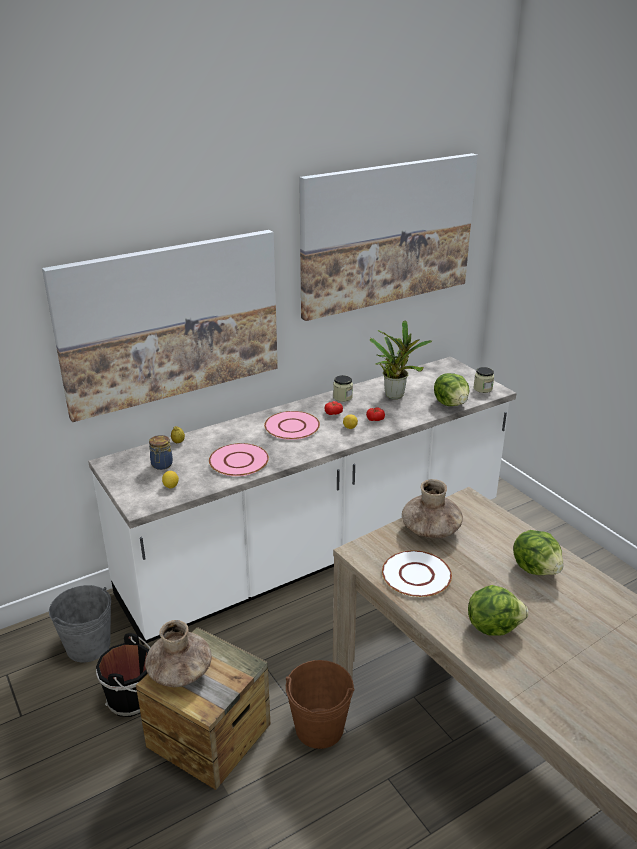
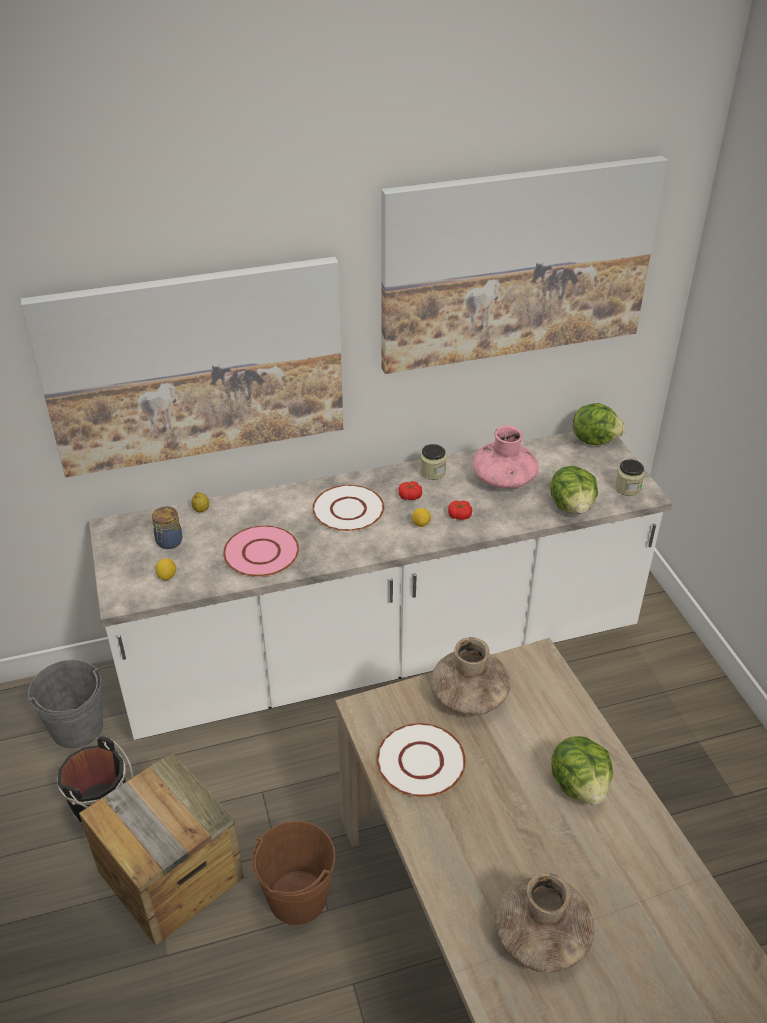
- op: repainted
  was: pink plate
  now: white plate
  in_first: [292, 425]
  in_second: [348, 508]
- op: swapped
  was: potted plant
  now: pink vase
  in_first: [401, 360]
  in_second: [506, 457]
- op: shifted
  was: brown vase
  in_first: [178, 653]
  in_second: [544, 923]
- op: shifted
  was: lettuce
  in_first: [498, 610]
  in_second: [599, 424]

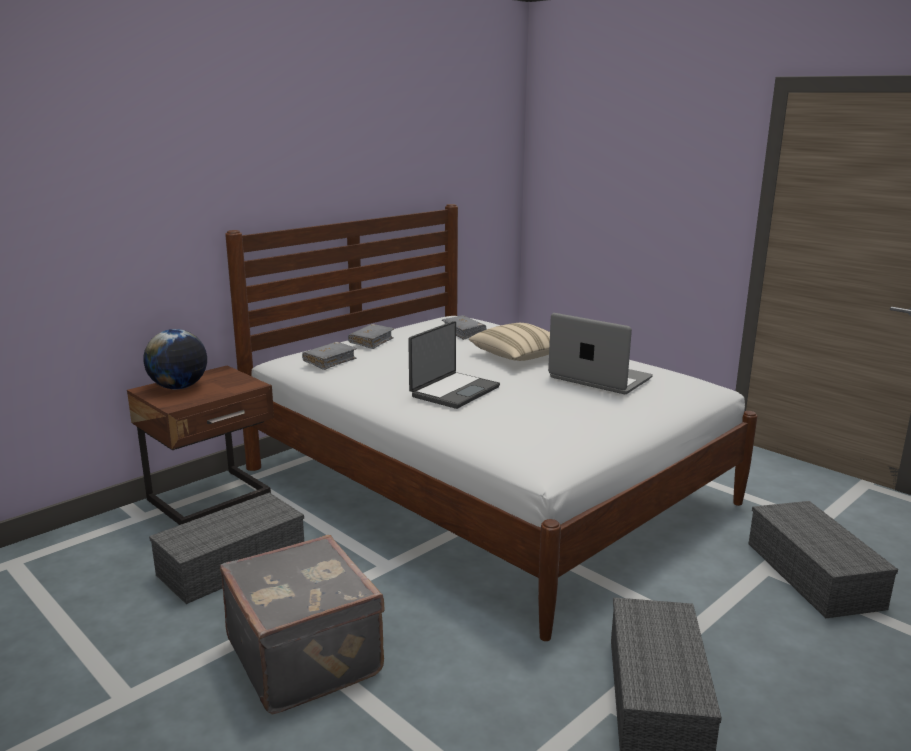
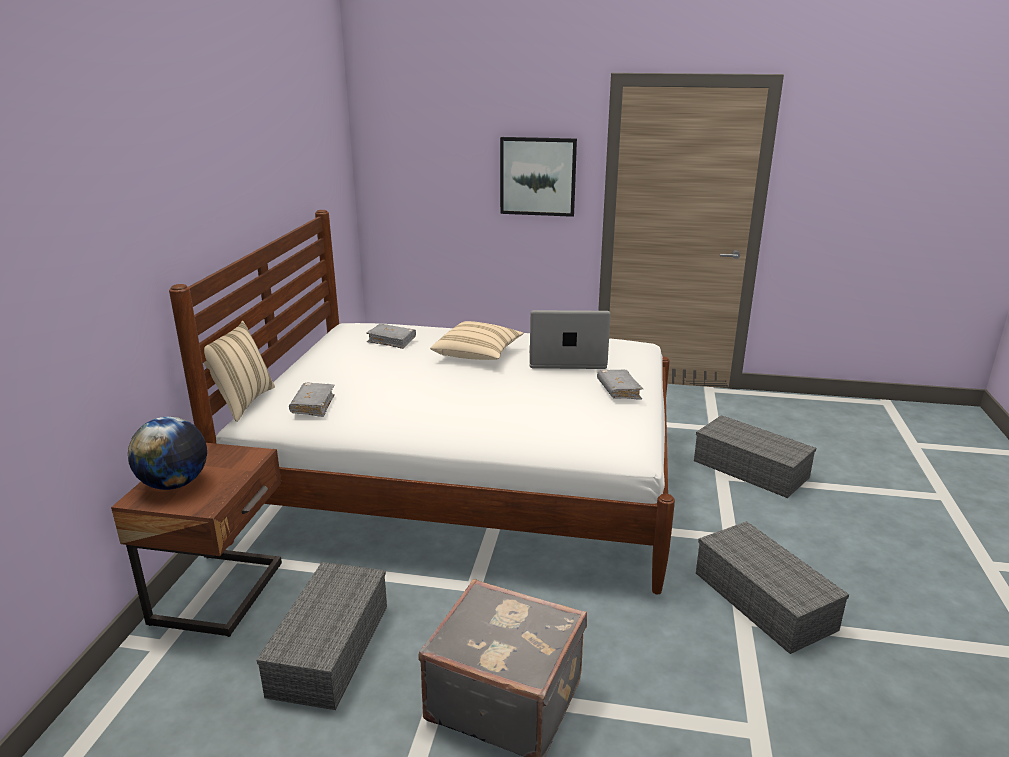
- op: new
  now: beige pillow
  in_second: [239, 371]
- op: new
  now: picture
  in_second: [538, 177]
- op: shifted
  was: grey book
  in_first: [371, 336]
  in_second: [620, 384]
- op: gone
  was: laptop
  in_first: [454, 365]

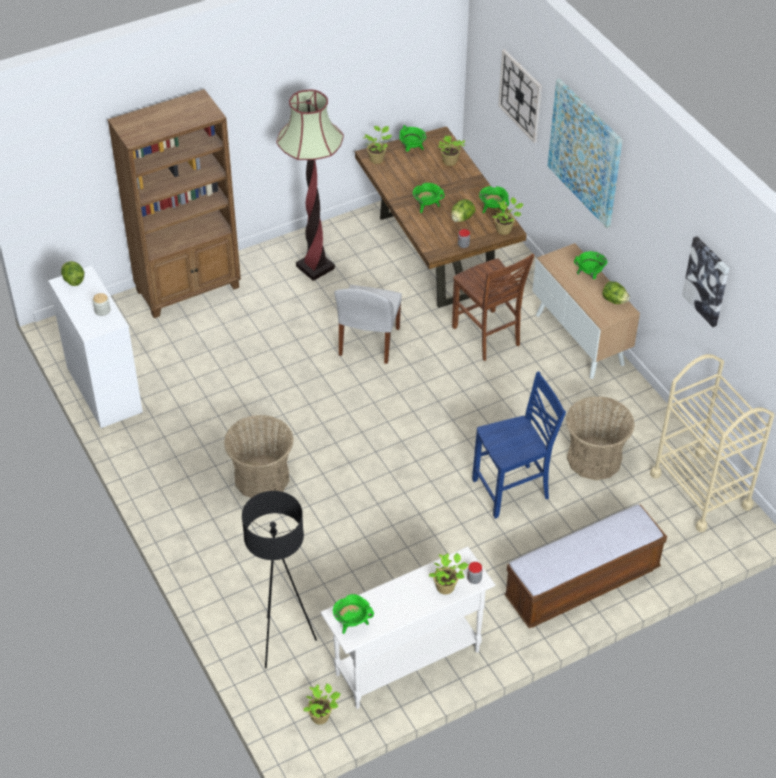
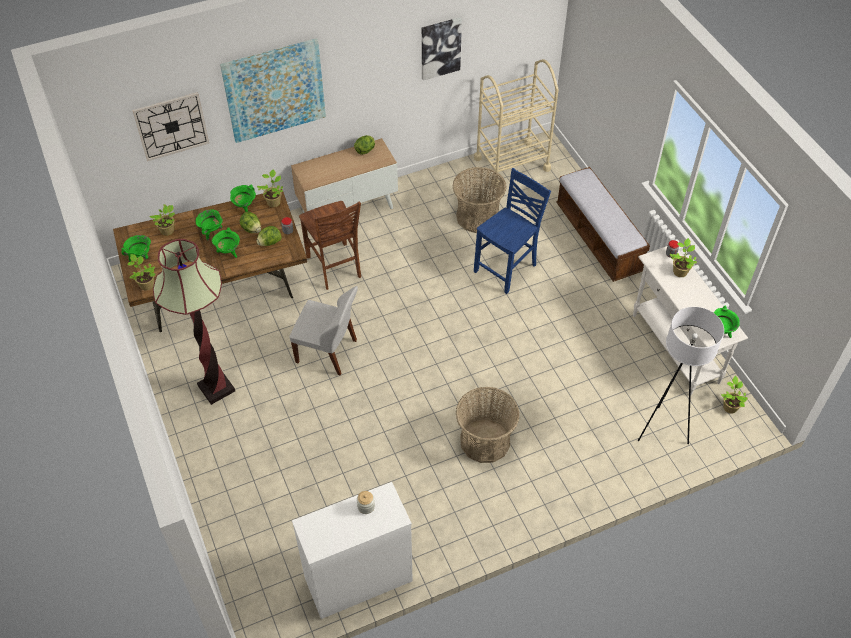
- op: shifted
  was: green cooking pot
  in_first: [590, 265]
  in_second: [209, 225]
- op: shifted
  was: lettuce
  in_first: [72, 273]
  in_second: [269, 236]
- op: rotated
  was: brown chair
  in_first: [493, 307]
  in_second: [330, 245]
  clockwise: 90
- op: rotated
  was: blue chair
  in_first: [519, 445]
  in_second: [512, 231]
  clockwise: 60
- op: repainted
  was: black floor lamp
  now: white floor lamp
  in_first: [279, 580]
  in_second: [681, 375]
- op: gone
  was: brown bookcase
  in_first: [174, 203]

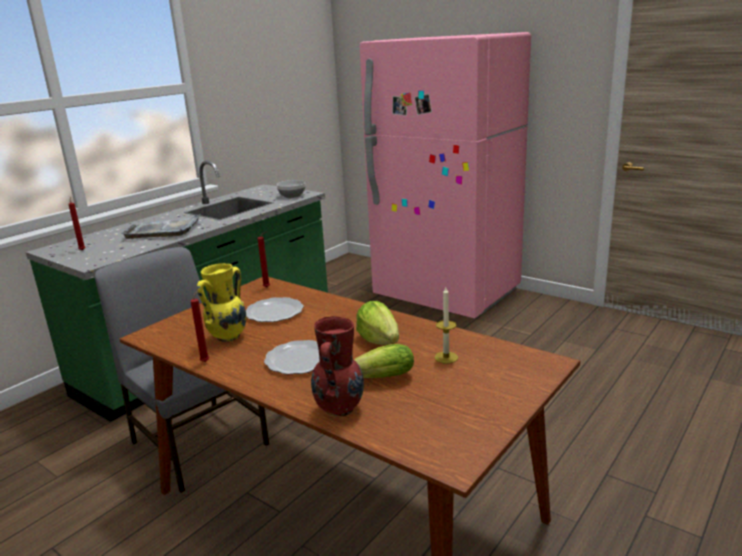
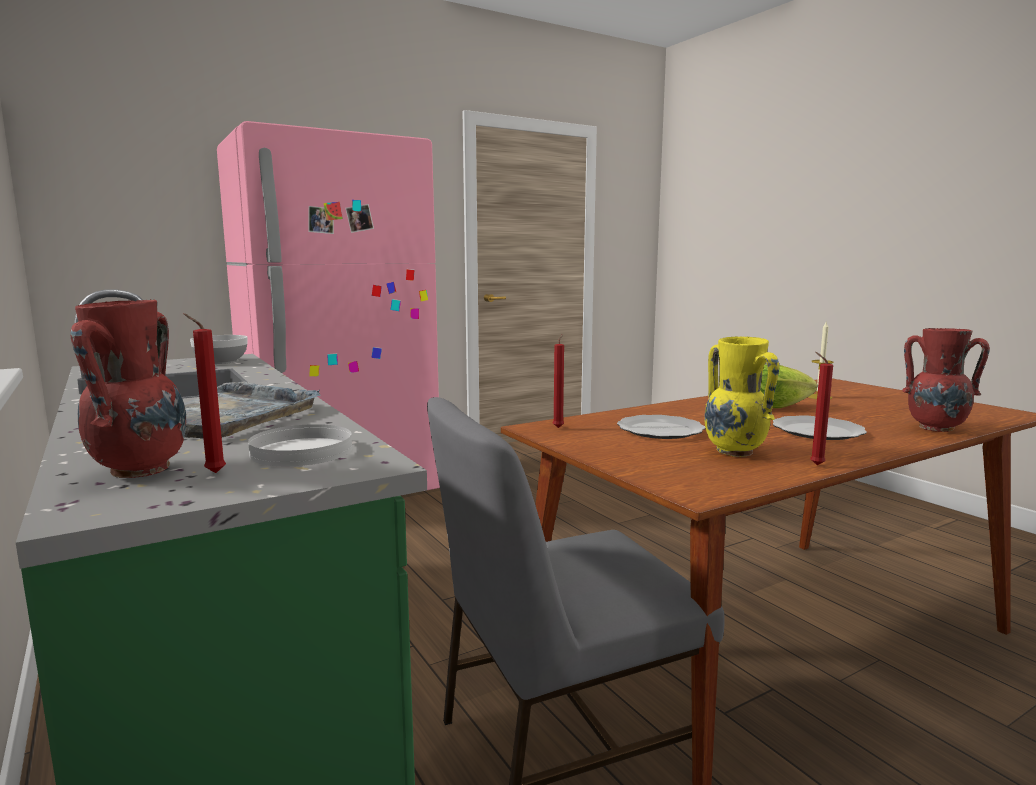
- op: new
  now: red vase
  in_second: [128, 389]
- op: new
  now: white plate
  in_second: [300, 445]
- op: gone
  was: lettuce
  in_first: [384, 361]

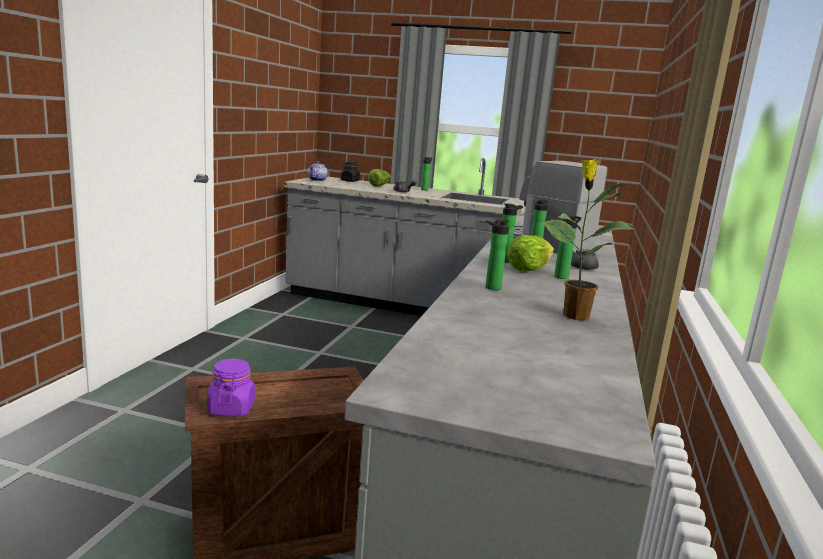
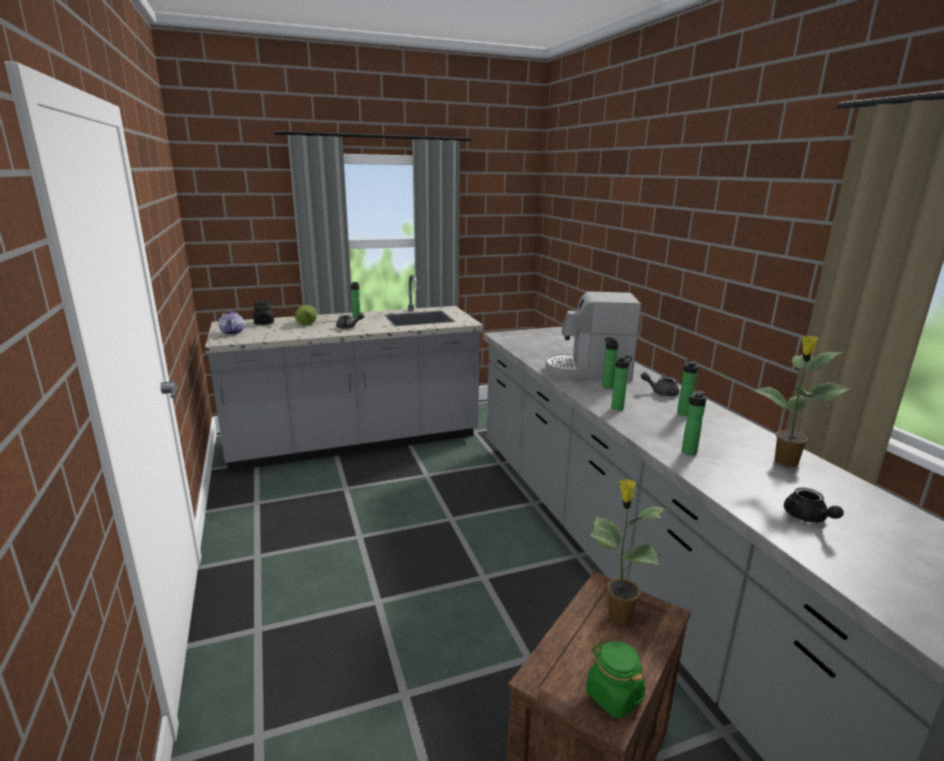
- op: repainted
  was: purple jar
  now: green jar
  in_first: [231, 387]
  in_second: [615, 679]
- op: new
  now: potted plant
  in_second: [630, 552]
- op: new
  now: black teapot
  in_second: [814, 505]
- op: gone
  was: lettuce
  in_first: [530, 253]

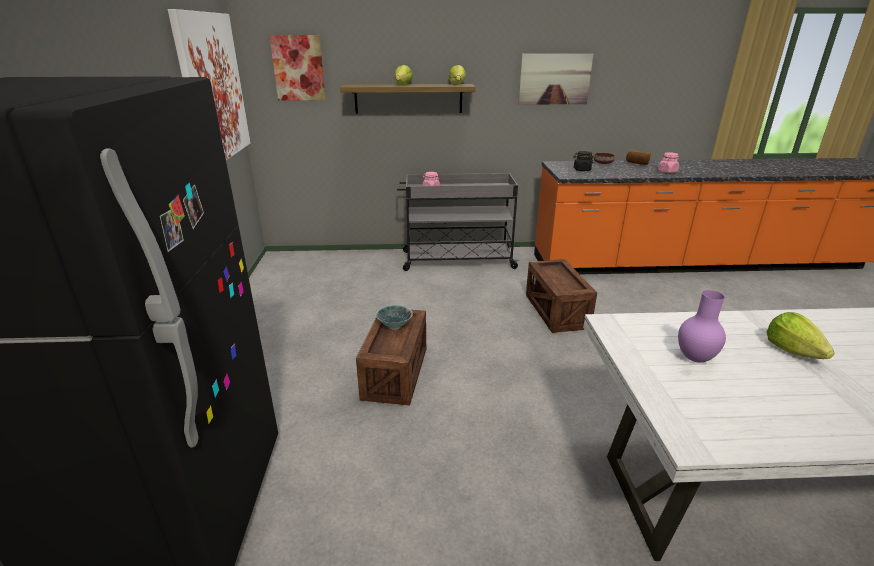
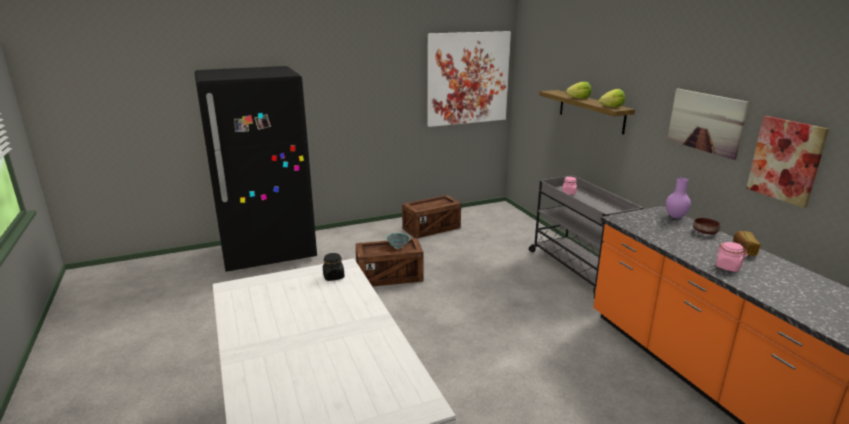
- op: shifted
  was: black jar
  in_first: [583, 161]
  in_second: [334, 267]
- op: shifted
  was: crate
  in_first: [561, 296]
  in_second: [431, 216]
- op: shifted
  was: purple vase
  in_first: [702, 326]
  in_second: [678, 198]
- op: shifted
  was: picture
  in_first: [297, 68]
  in_second: [788, 162]
- op: gone
  was: lettuce
  in_first: [800, 335]

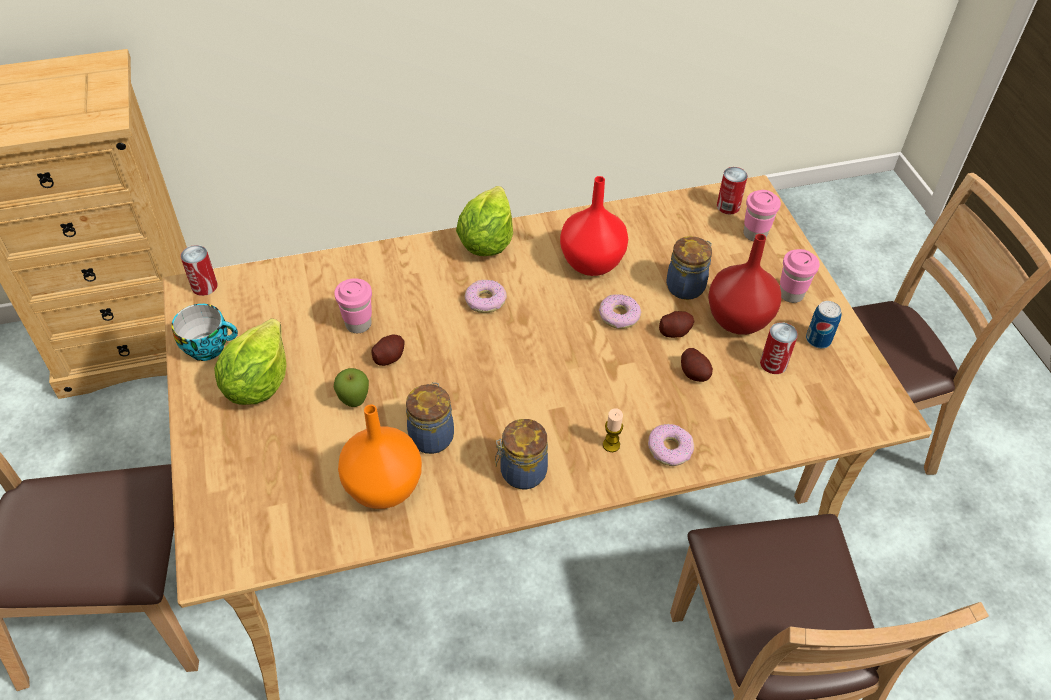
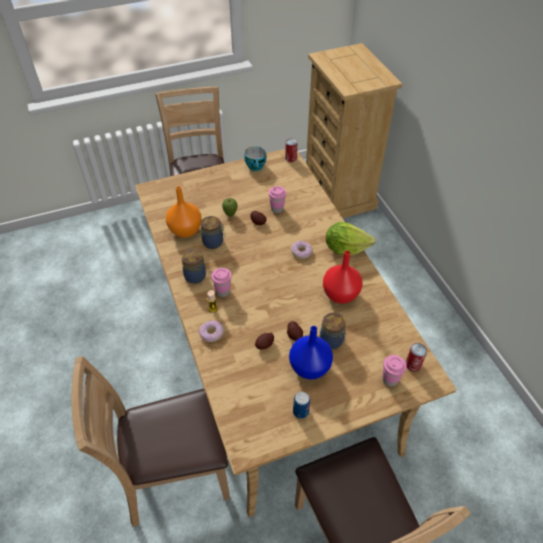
- op: shifted
  was: pink cup
  in_first: [800, 276]
  in_second: [221, 282]
- op: repainted
  was: red vase
  now: blue vase
  in_first: [744, 284]
  in_second: [311, 353]
- op: gone
  was: lettuce
  in_first: [250, 361]
- op: gone
  was: donut
  in_first: [620, 311]
- op: gone
  was: can
  in_first: [779, 348]

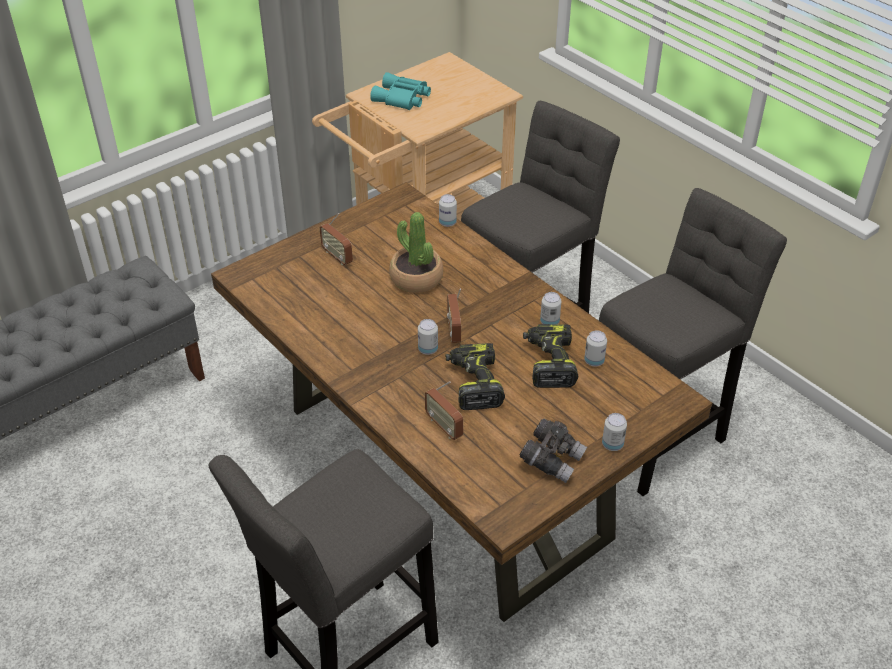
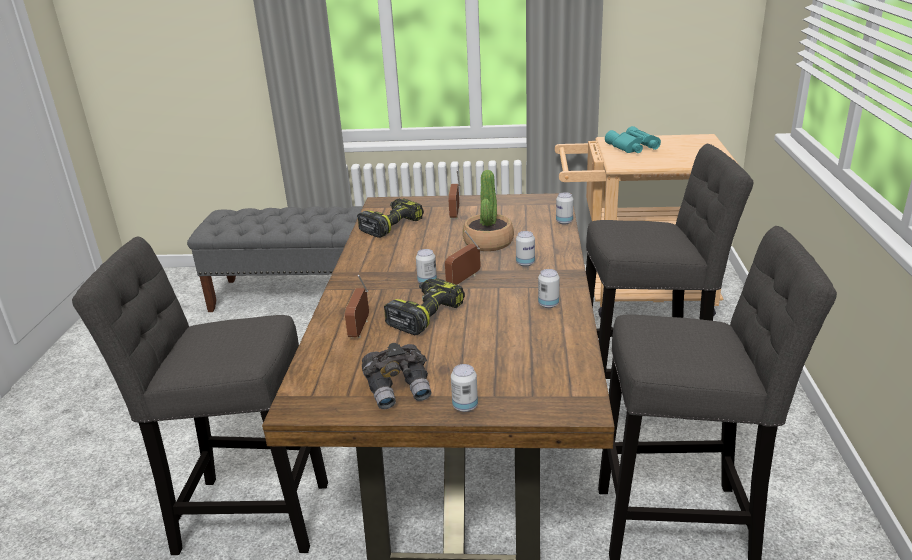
- op: shifted
  was: power drill
  in_first: [550, 356]
  in_second: [390, 218]
- op: shifted
  was: can
  in_first: [595, 348]
  in_second: [525, 249]

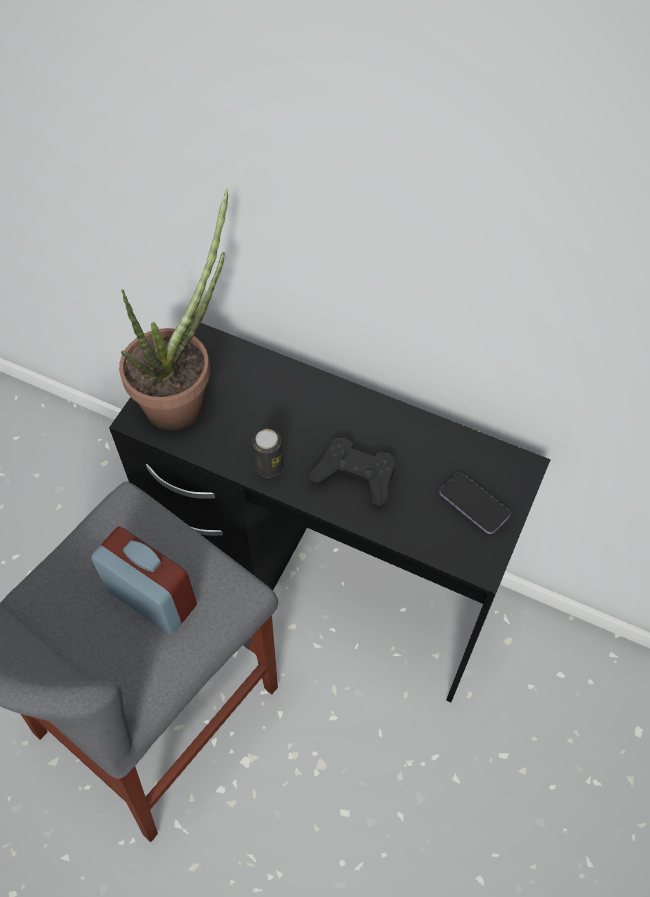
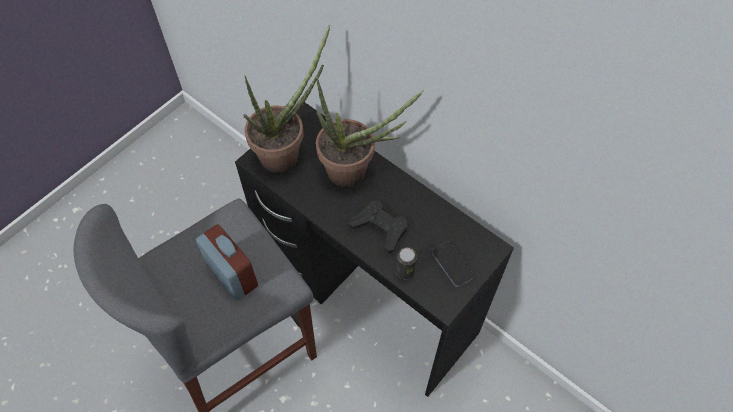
- op: new
  now: potted plant
  in_second: [370, 132]
- op: shifted
  was: can
  in_first: [268, 453]
  in_second: [406, 263]

